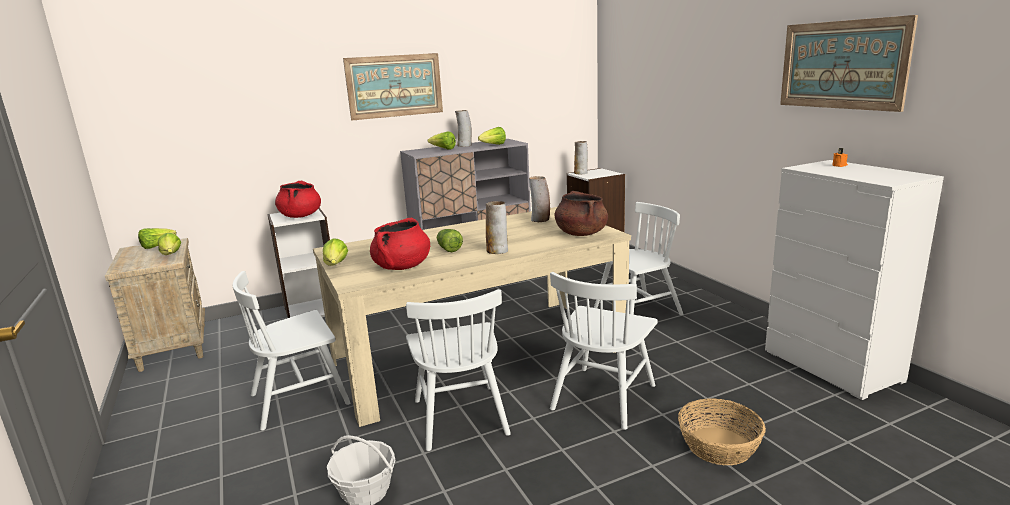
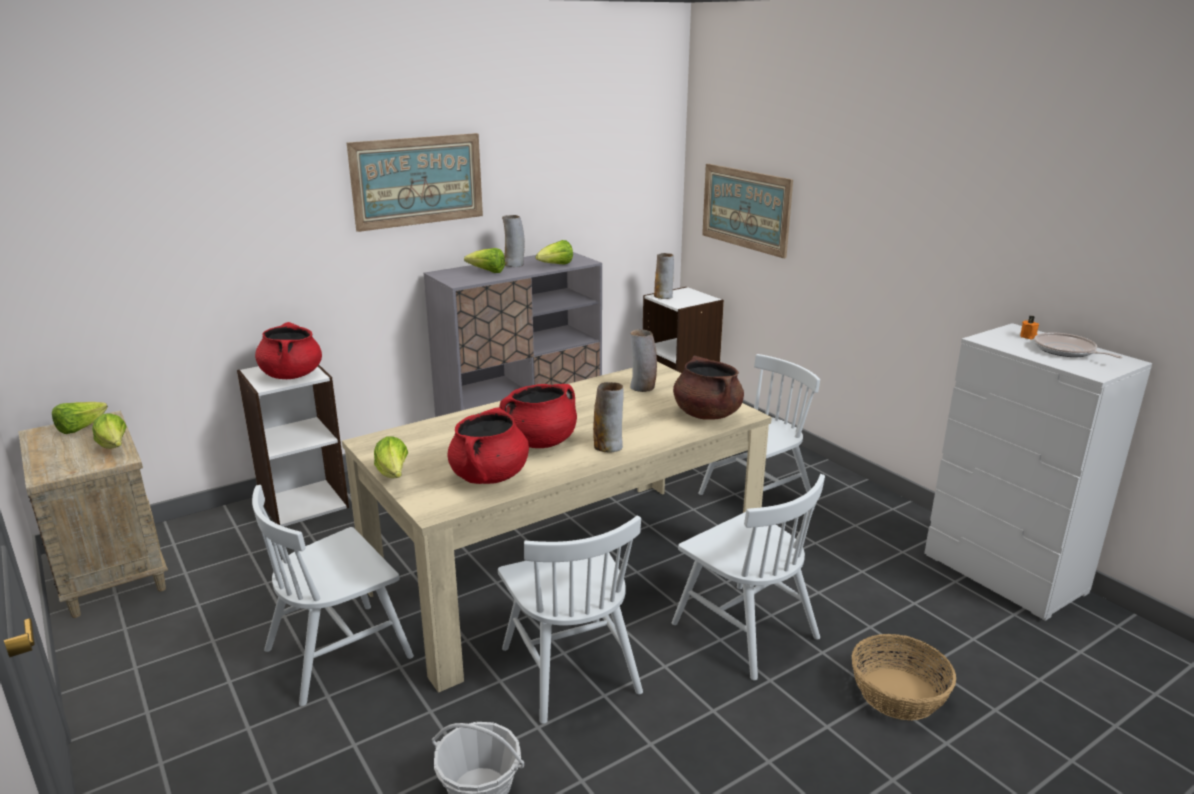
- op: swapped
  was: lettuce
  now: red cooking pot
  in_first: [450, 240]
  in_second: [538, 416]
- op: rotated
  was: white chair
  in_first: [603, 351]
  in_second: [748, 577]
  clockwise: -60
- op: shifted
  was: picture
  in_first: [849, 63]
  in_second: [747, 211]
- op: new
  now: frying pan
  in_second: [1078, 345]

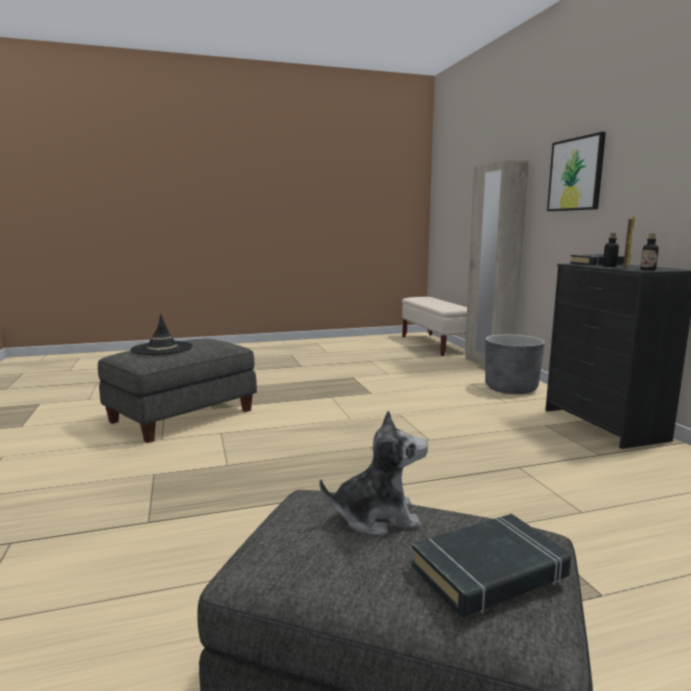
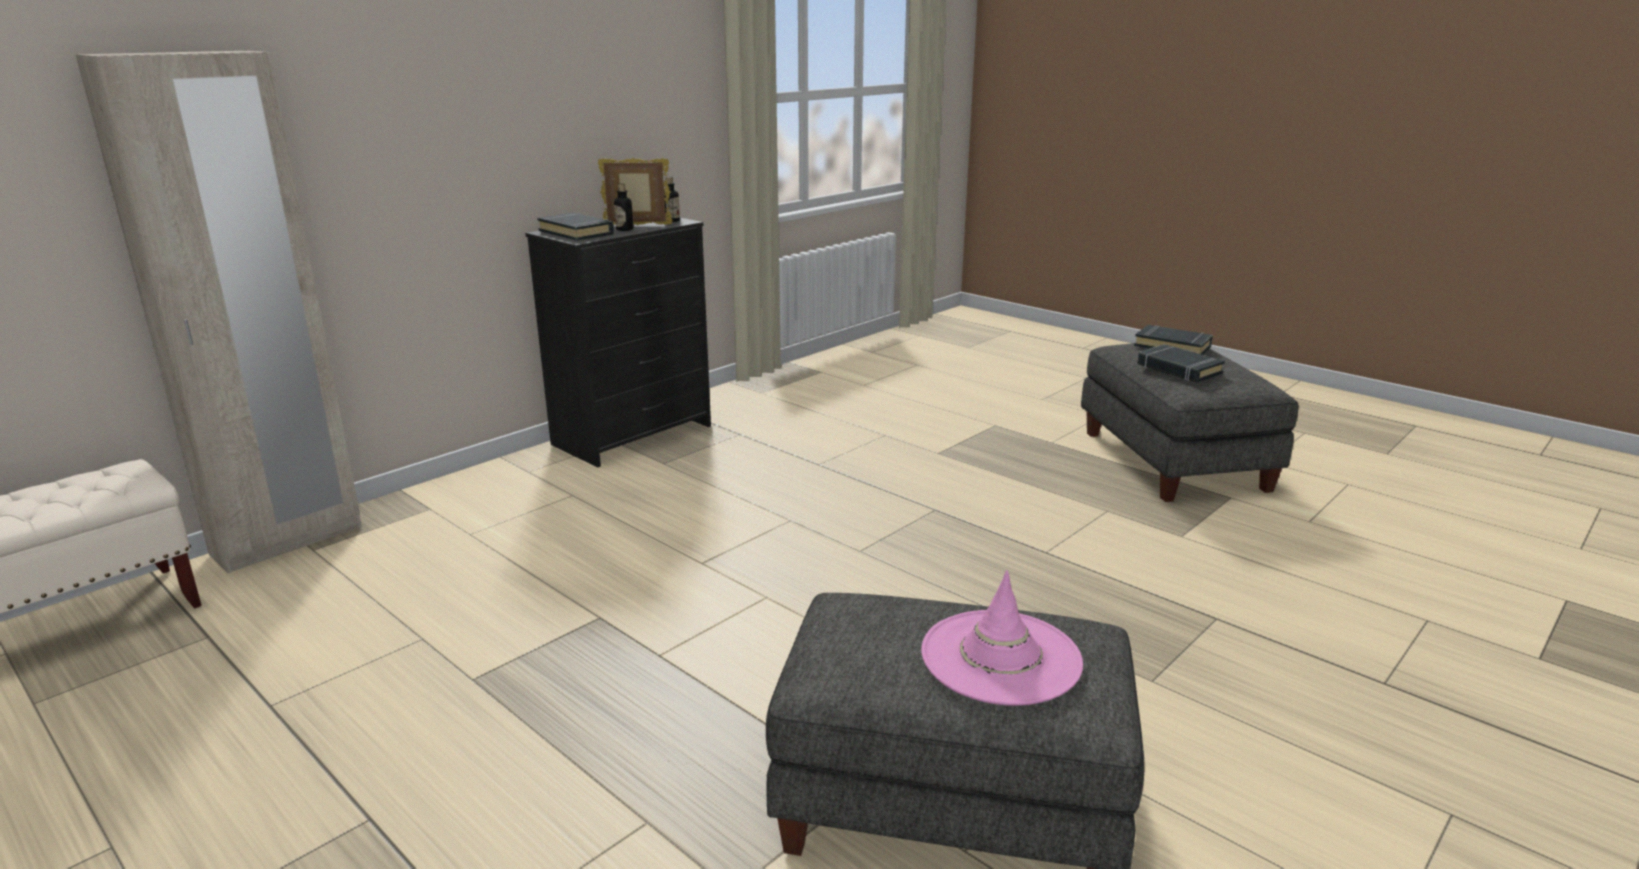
- op: repainted
  was: black hat
  now: pink hat
  in_first: [162, 334]
  in_second: [1002, 638]
- op: swapped
  was: plush toy
  now: black book
  in_first: [374, 473]
  in_second: [1181, 363]
- op: gone
  was: grey planter
  in_first: [515, 364]
- op: gone
  was: picture
  in_first: [576, 171]

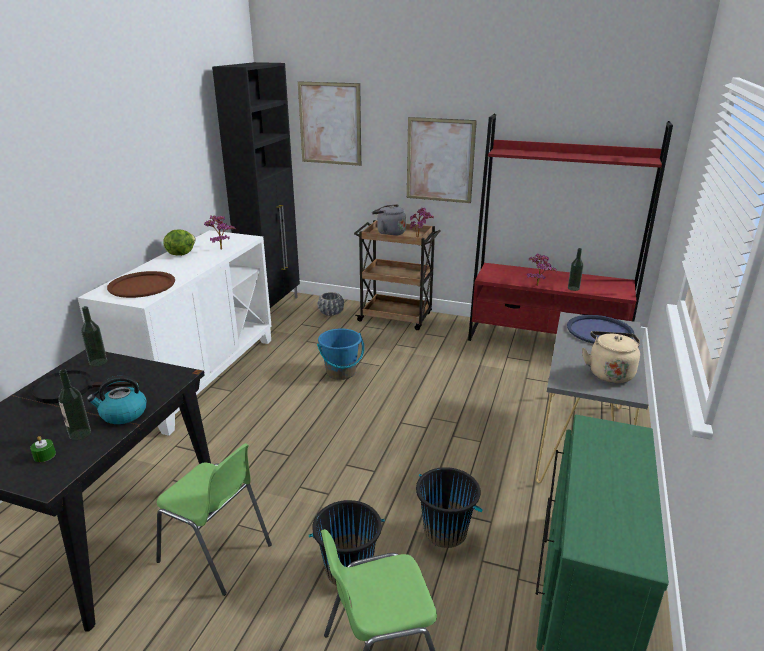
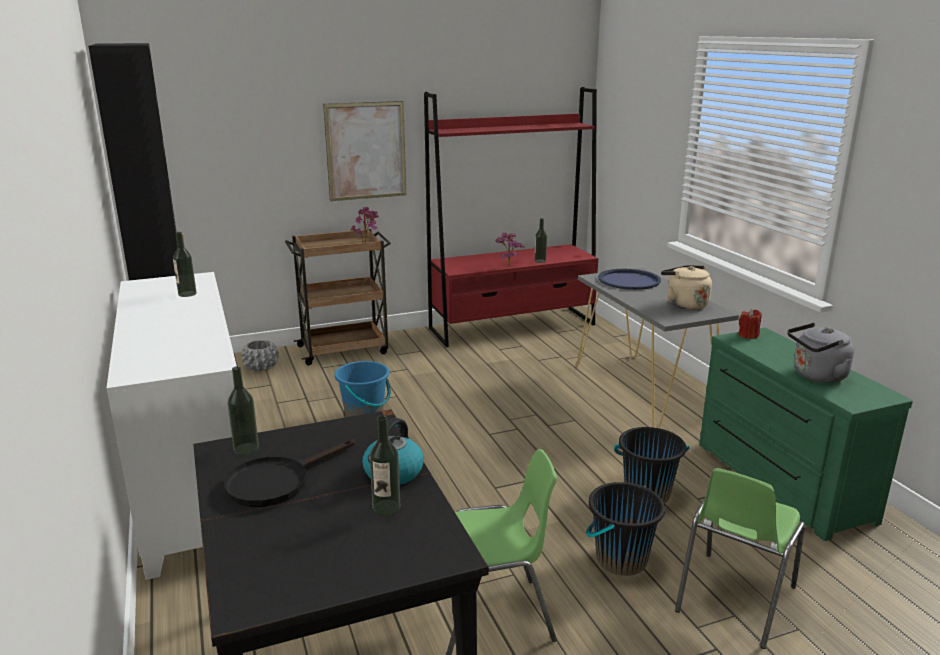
- op: swapped
  was: potted plant
  now: bottle
  in_first: [220, 232]
  in_second: [184, 264]
- op: new
  now: red candle
  in_second: [749, 324]
- op: shifted
  was: grey kettle
  in_first: [389, 220]
  in_second: [820, 353]
- op: gone
  was: green candle
  in_first: [43, 449]
- op: gone
  was: brown tray
  in_first: [141, 284]
- op: gone
  was: lettuce
  in_first: [179, 243]
- op: gone
  was: picture
  in_first: [329, 123]

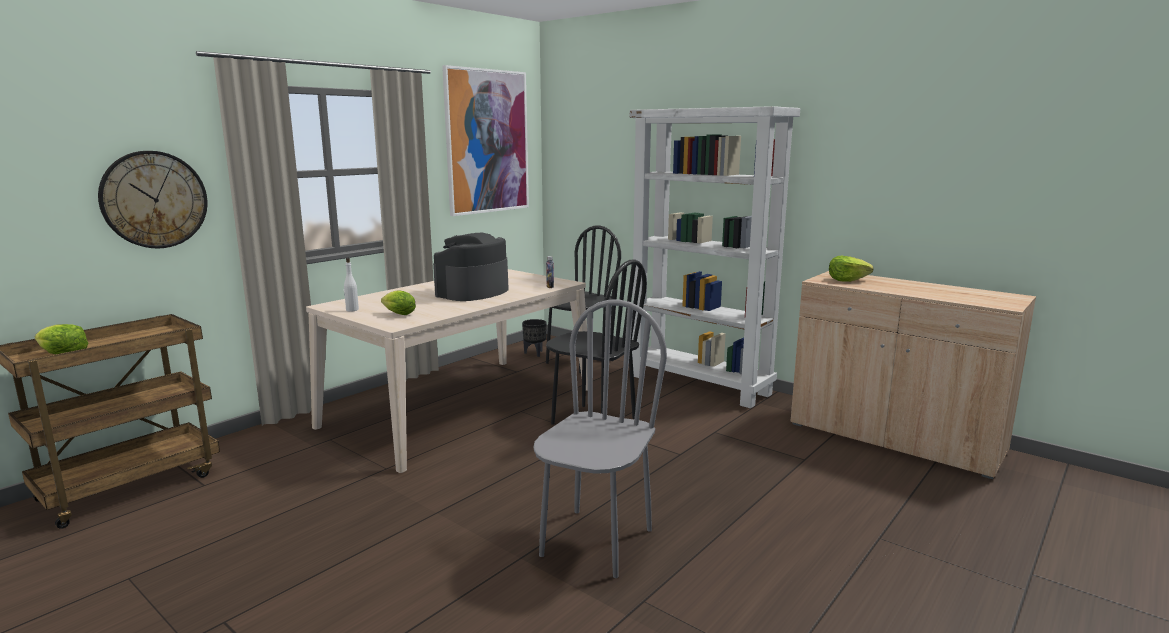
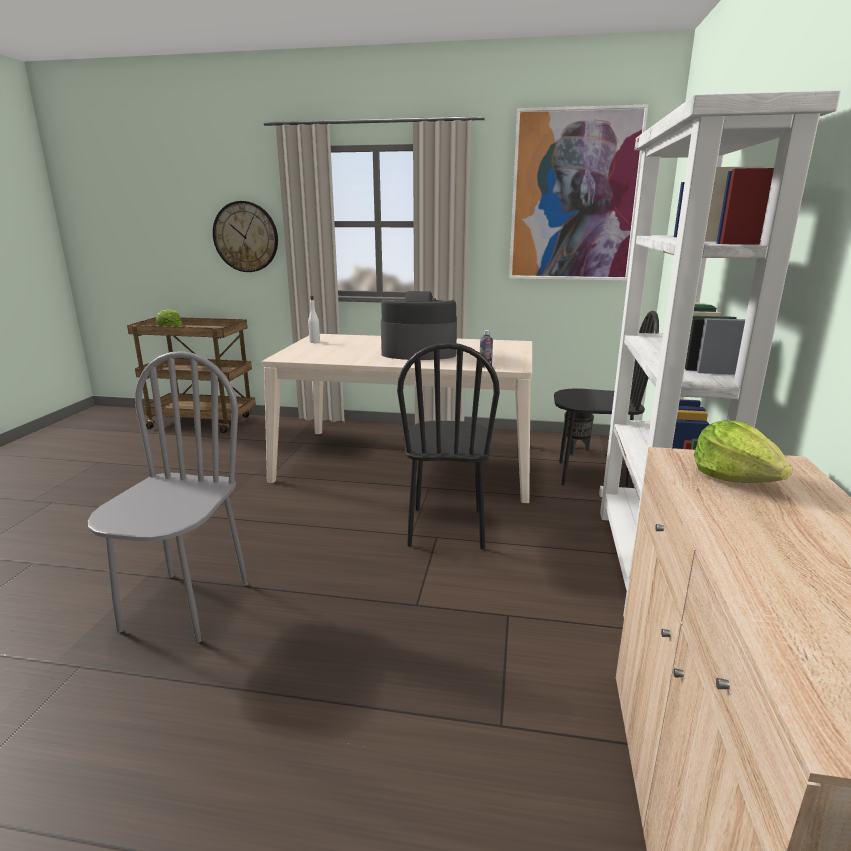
- op: rotated
  was: grey chair
  in_first: [600, 439]
  in_second: [168, 497]
  clockwise: -75
- op: gone
  was: lettuce
  in_first: [398, 302]

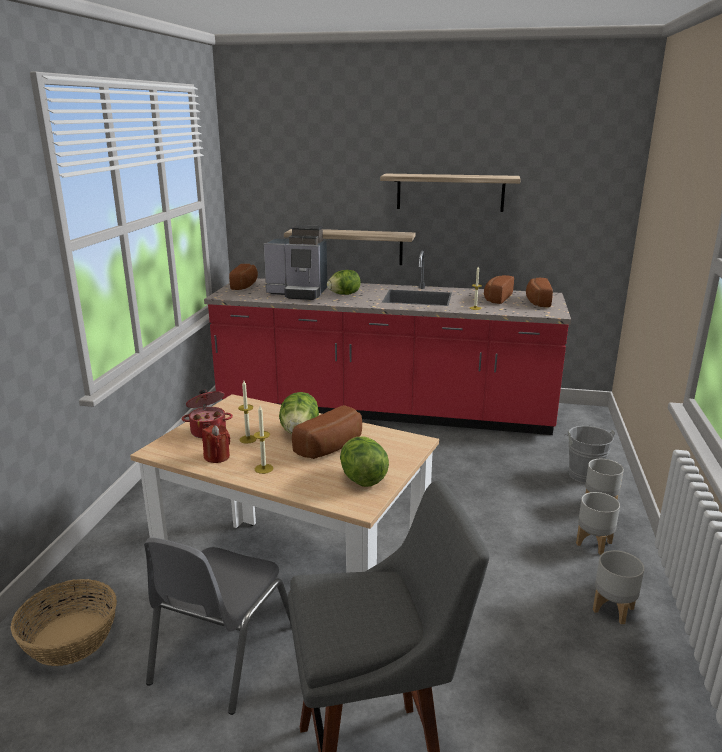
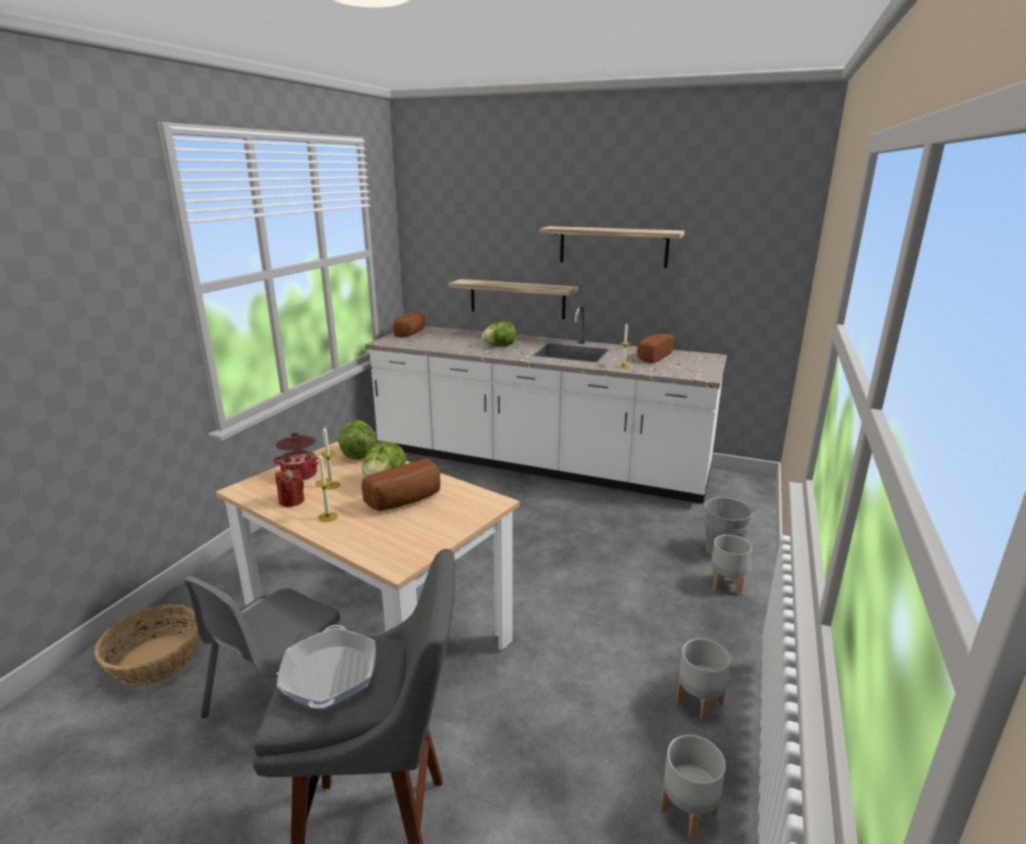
- op: new
  now: frying pan
  in_second: [326, 667]
- op: shifted
  was: lettuce
  in_first: [364, 462]
  in_second: [357, 440]
- op: repainted
  was: red counter
  now: white counter
  in_first: [387, 343]
  in_second: [546, 404]
- op: shifted
  was: grey planter
  in_first: [598, 523]
  in_second: [693, 787]
- op: gone
  was: coffee machine
  in_first: [295, 262]
- op: gone
  was: bread
  in_first: [539, 292]

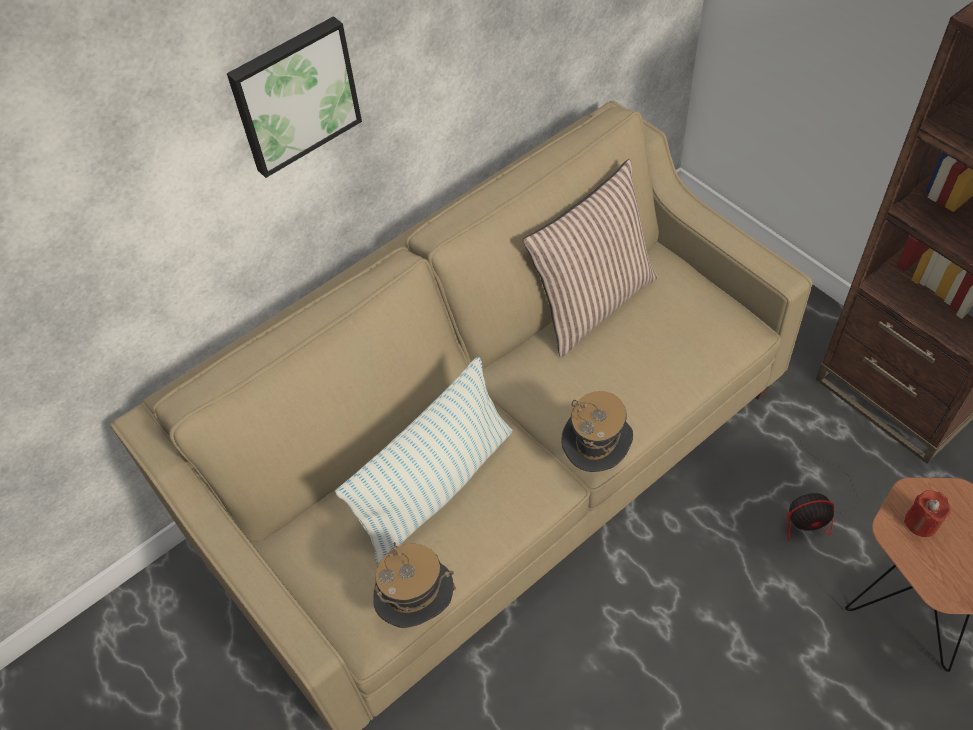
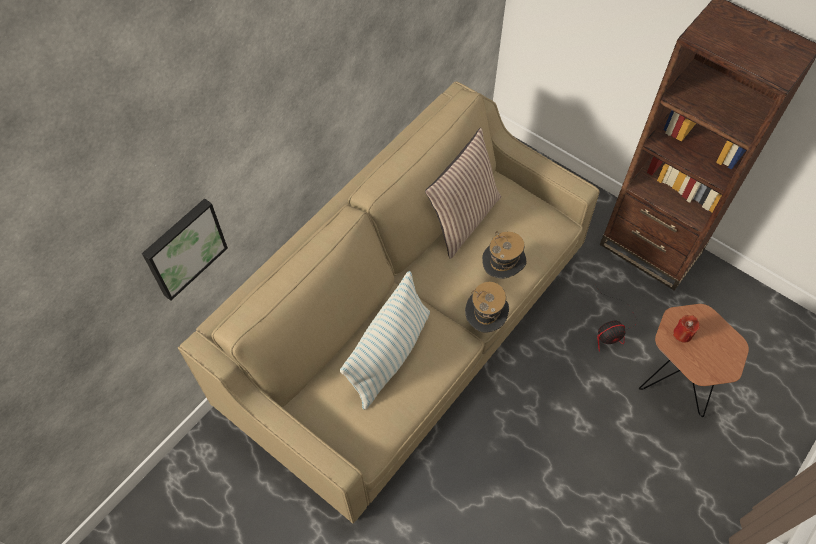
- op: shifted
  was: picture
  in_first: [294, 97]
  in_second: [185, 249]
- op: shifted
  was: hat
  in_first: [414, 585]
  in_second: [504, 255]

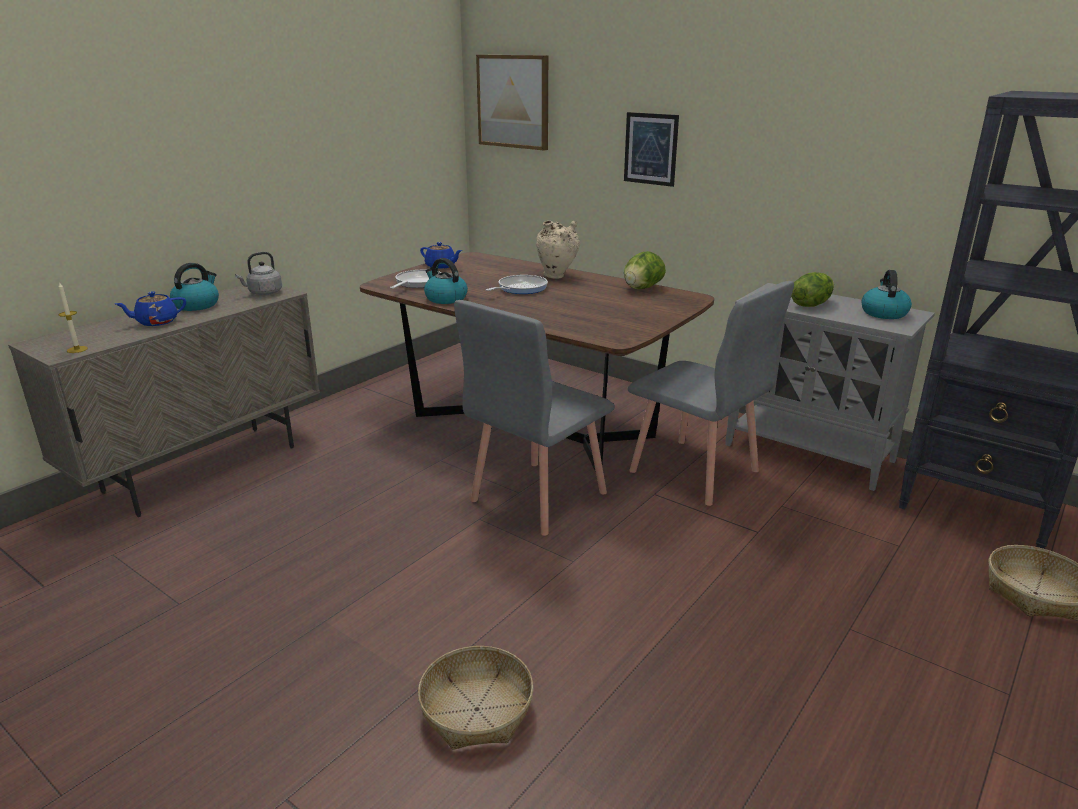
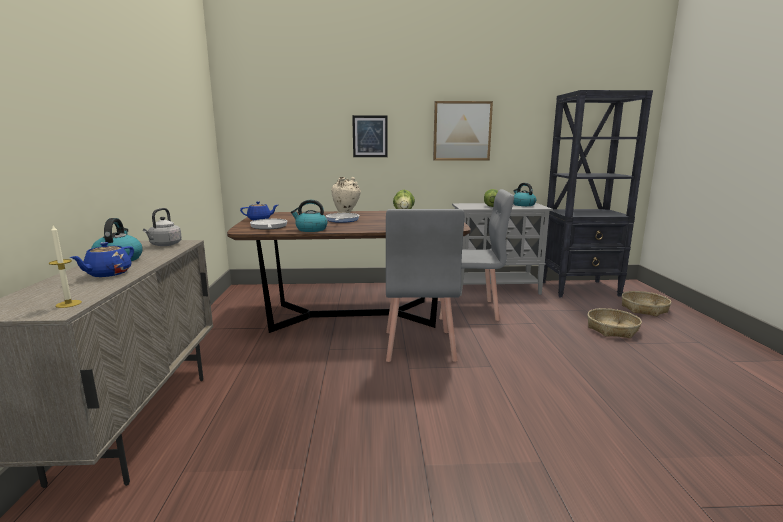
- op: shifted
  was: picture
  in_first: [512, 102]
  in_second: [463, 130]
- op: shifted
  was: basket
  in_first: [476, 698]
  in_second: [614, 323]

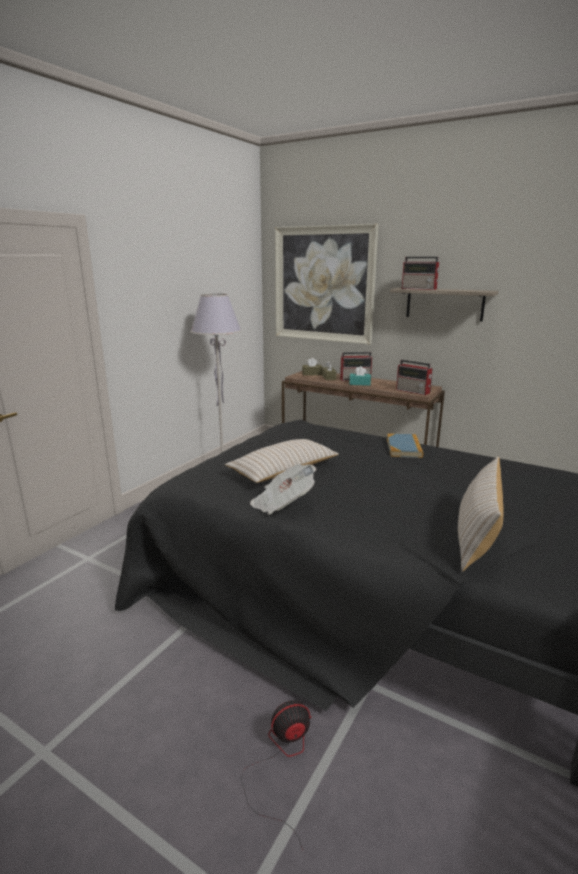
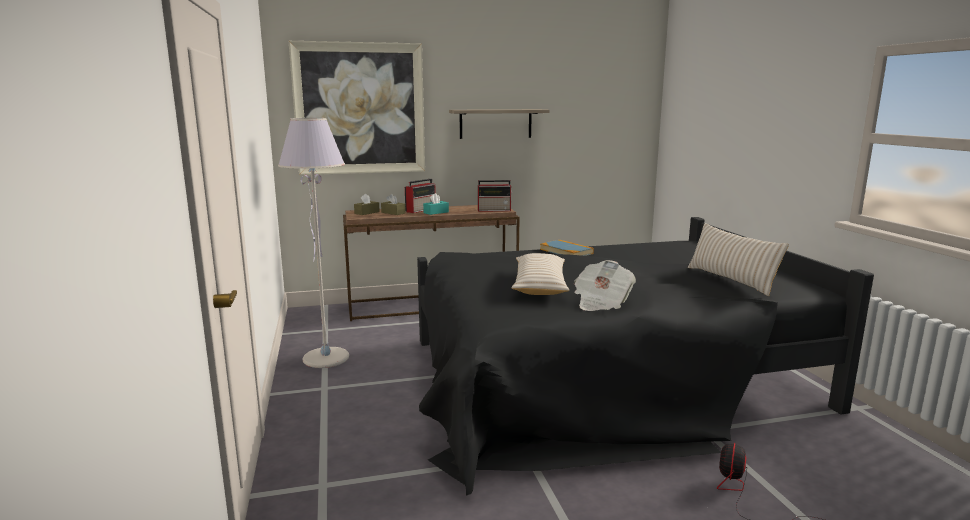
- op: gone
  was: radio
  in_first: [421, 273]

